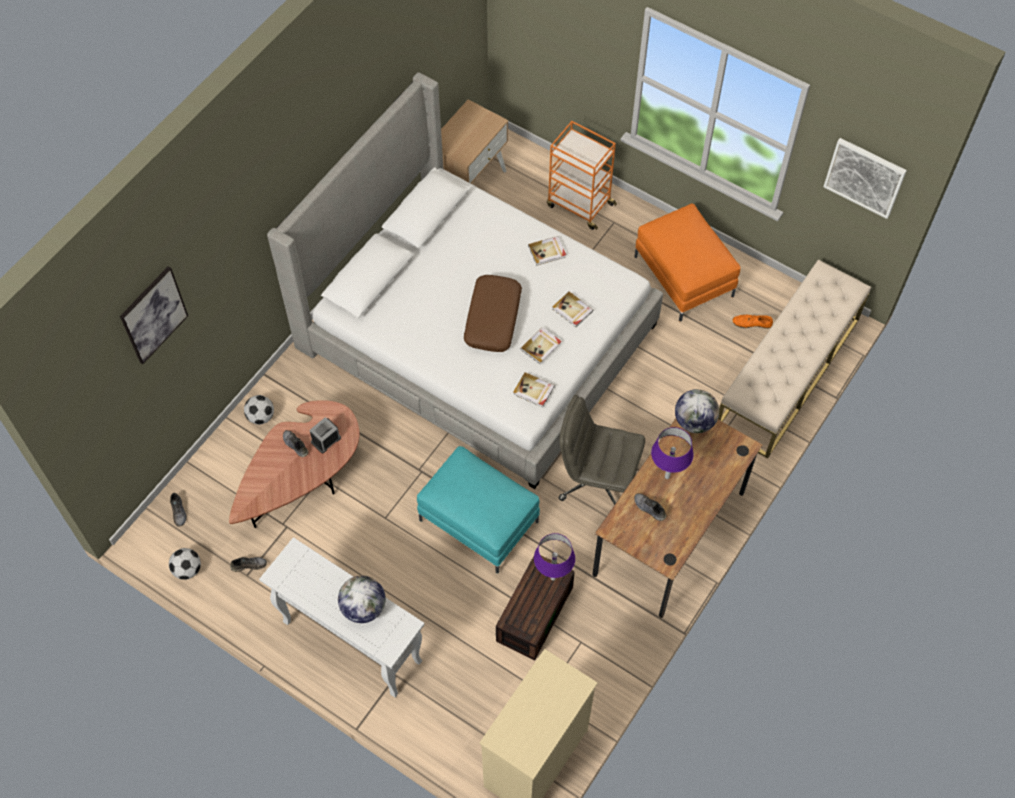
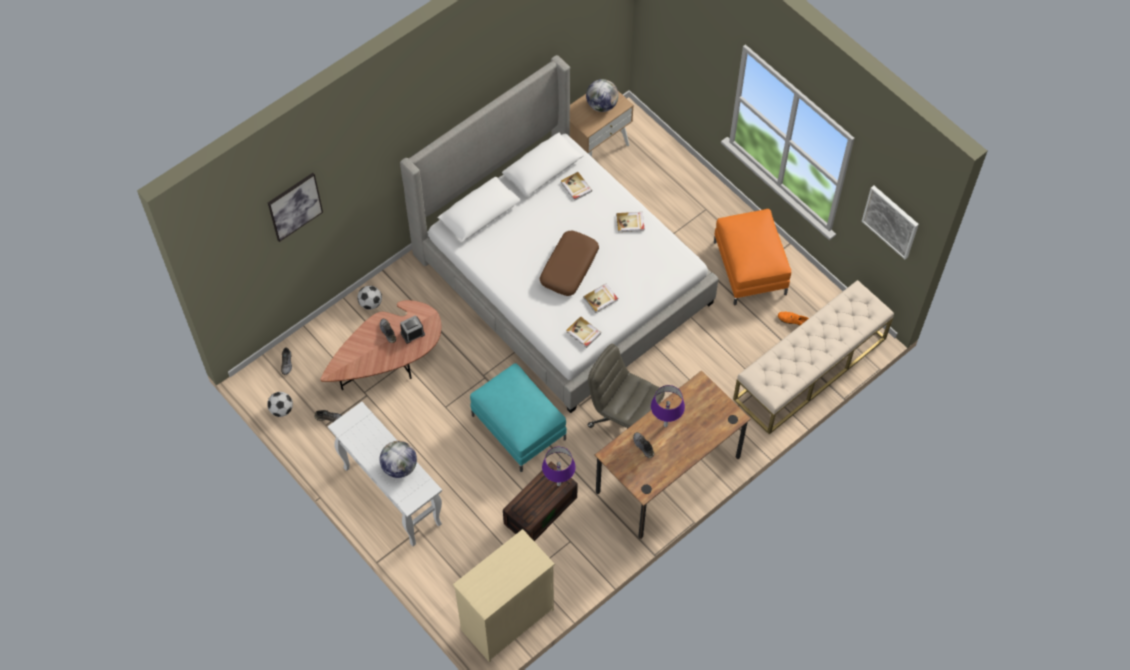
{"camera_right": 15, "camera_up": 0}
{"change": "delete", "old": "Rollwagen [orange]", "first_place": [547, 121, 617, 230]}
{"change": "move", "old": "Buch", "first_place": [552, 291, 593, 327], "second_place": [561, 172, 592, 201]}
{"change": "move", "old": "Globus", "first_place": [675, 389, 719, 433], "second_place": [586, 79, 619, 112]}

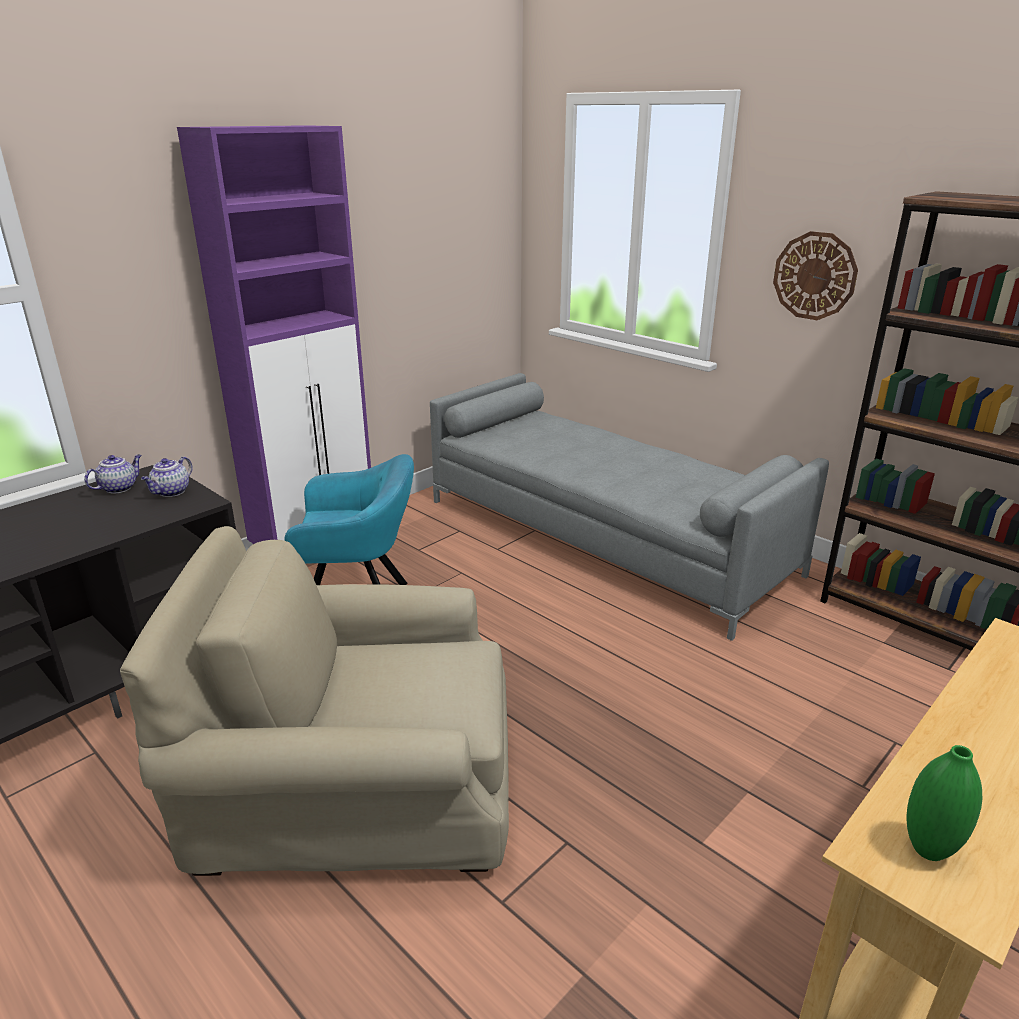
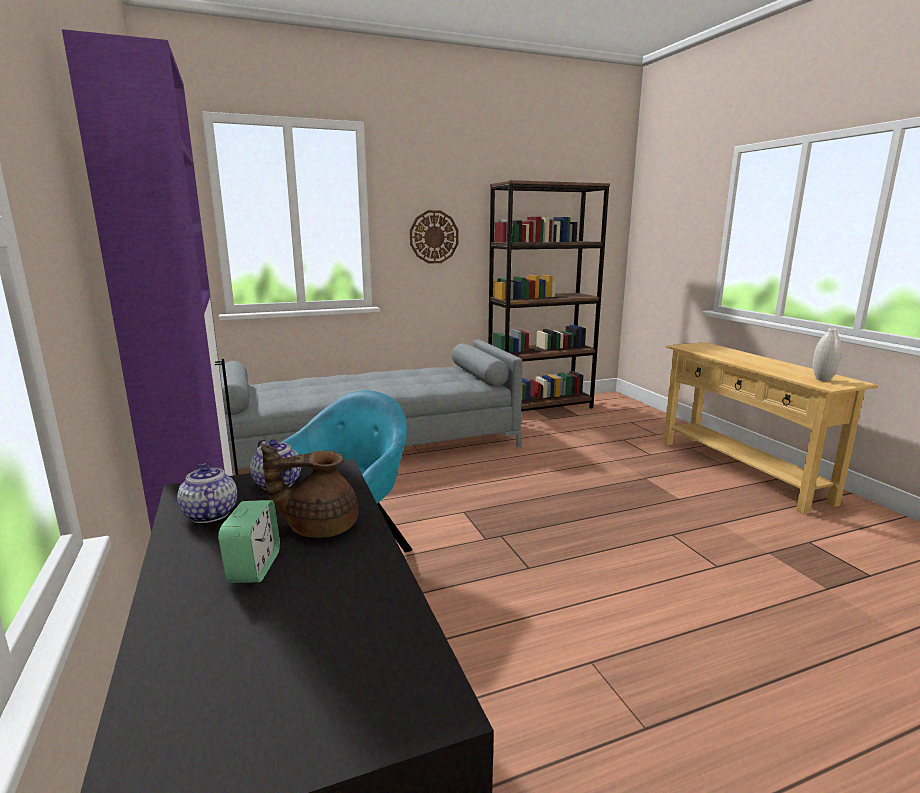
{"camera_right": -65, "camera_up": -10}
{"change": "delete", "old": "Sessel [beige]", "first_place": [120, 526, 509, 876]}
{"change": "recolor", "old": "Vase [grün]", "new": "Vase [weiß]", "first_place": [906, 745, 982, 861], "second_place": [813, 328, 842, 381]}
{"change": "insert", "new": "Wecker", "second_place": [218, 500, 280, 583]}
{"change": "insert", "new": "Teekanne [braun]", "second_place": [262, 444, 358, 538]}

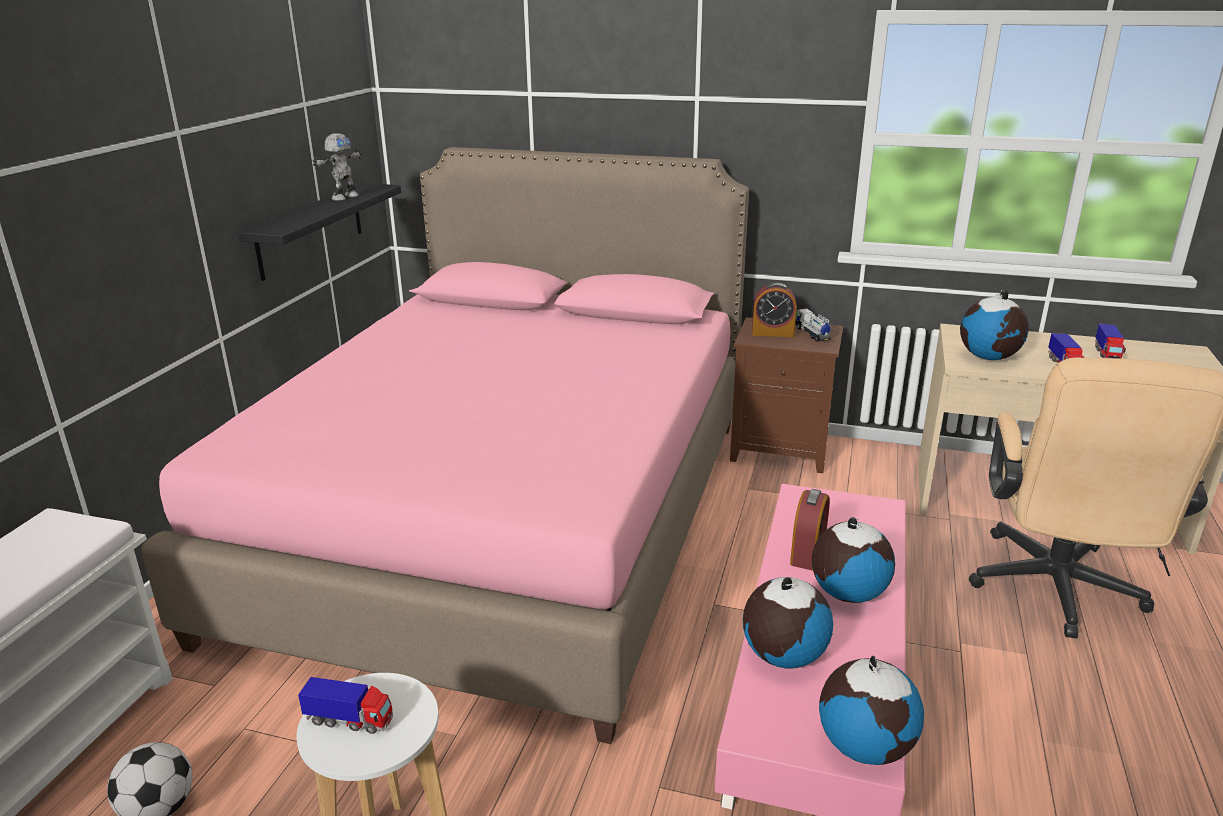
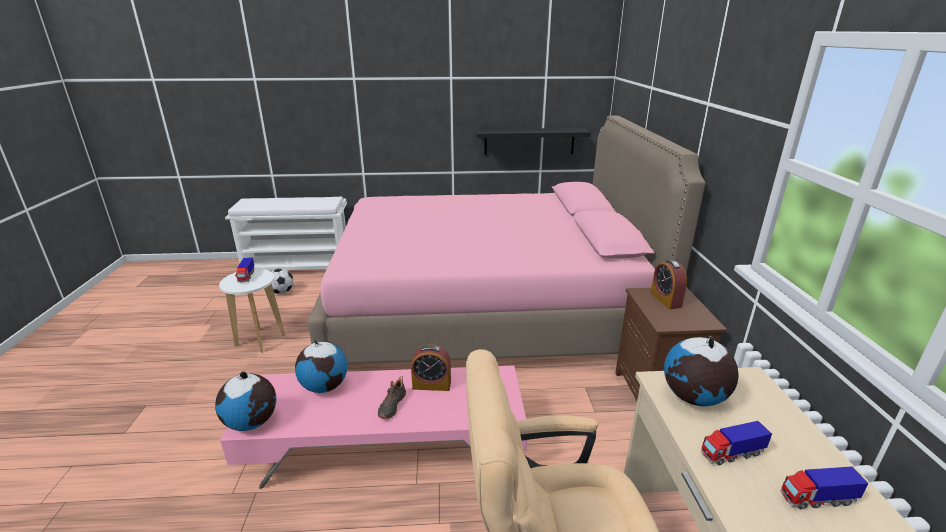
{"camera_right": 70, "camera_up": 0}
{"change": "delete", "old": "Spielzeugroboter", "first_place": [313, 133, 362, 201]}
{"change": "delete", "old": "Spielzeuglaster", "first_place": [795, 309, 832, 342]}
{"change": "replace", "old": "Globus", "new": "Schuh [schwarz]", "first_place": [812, 517, 895, 603], "second_place": [378, 376, 406, 419]}

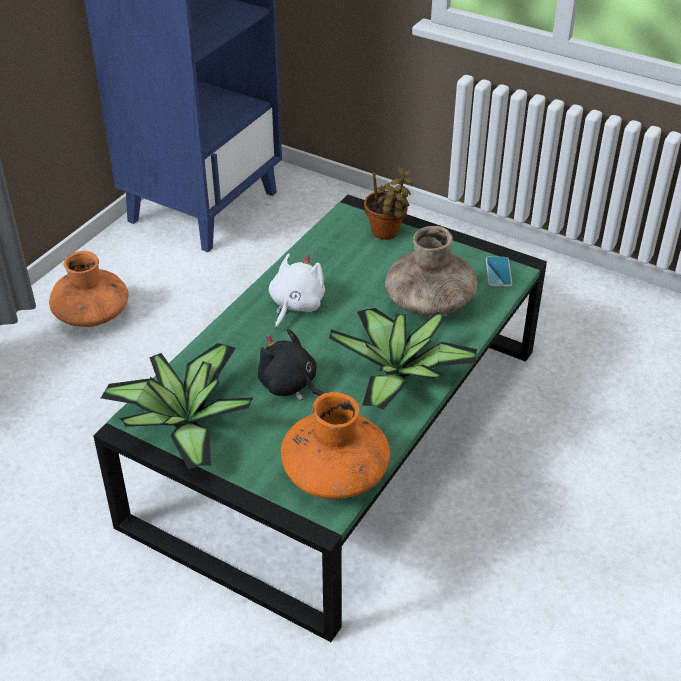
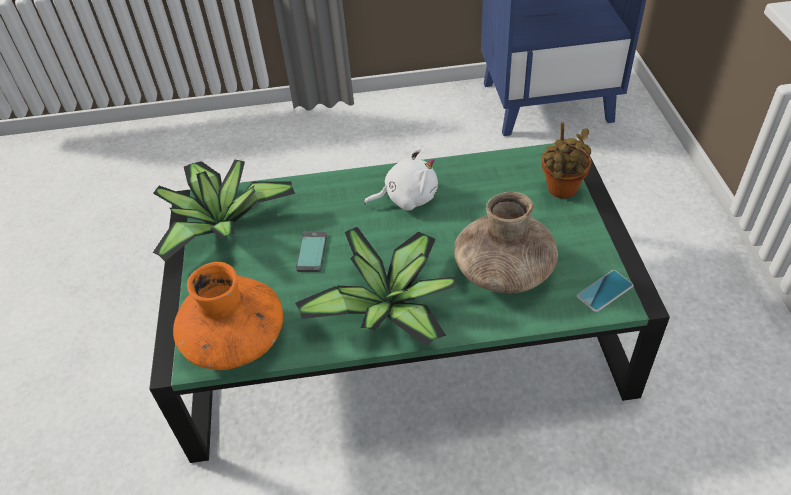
{"camera_right": 55, "camera_up": 5}
{"change": "delete", "old": "Vase [orange]", "first_place": [49, 251, 129, 327]}
{"change": "replace", "old": "Plüschtier [schwarz]", "new": "Handy", "first_place": [258, 329, 325, 401], "second_place": [296, 232, 327, 272]}

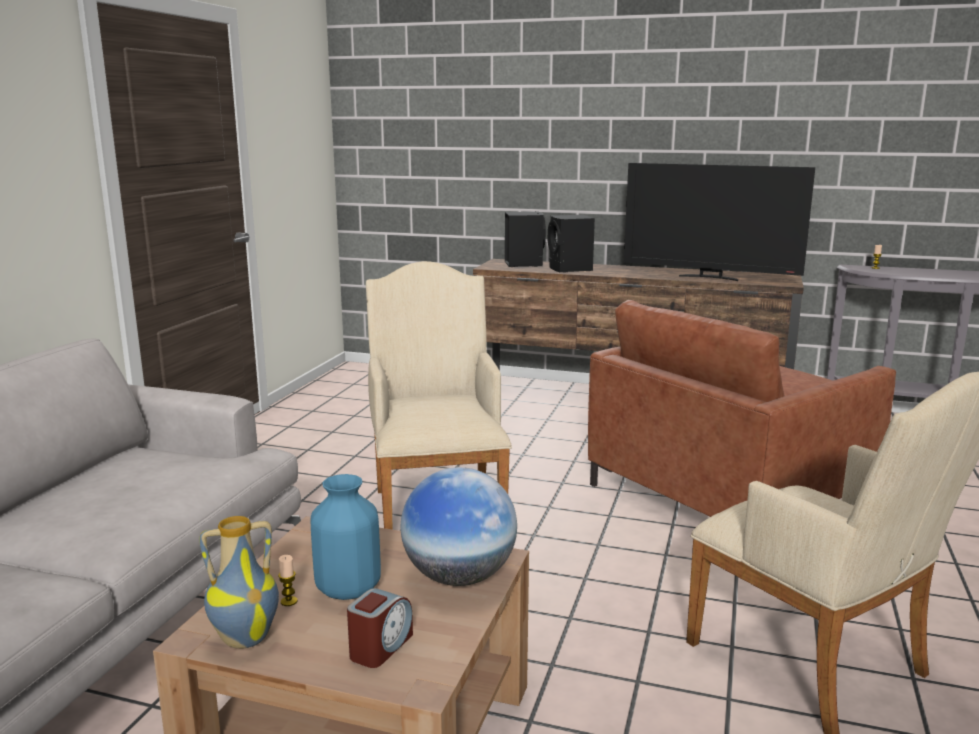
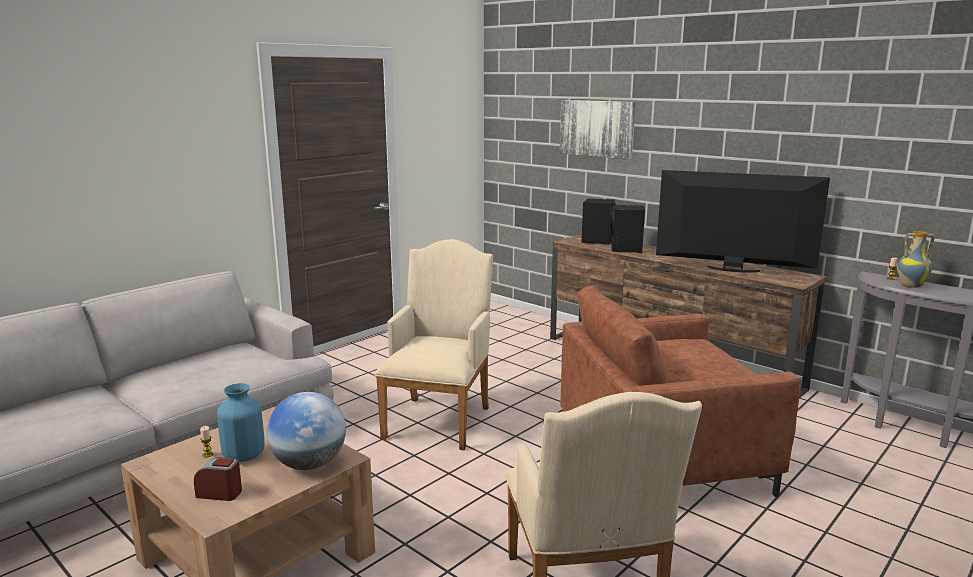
{"camera_right": 25, "camera_up": 0}
{"change": "move", "old": "Vase", "first_place": [199, 516, 279, 649], "second_place": [897, 231, 935, 288]}
{"change": "rotate", "old": "Wecker", "first_place": [347, 588, 413, 668], "second_place": [194, 457, 242, 501], "degrees": -135}
{"change": "rotate", "old": "Fernseher", "first_place": [624, 163, 815, 281], "second_place": [656, 170, 830, 273], "degrees": 150}
{"change": "insert", "new": "Bild", "second_place": [560, 100, 636, 160]}

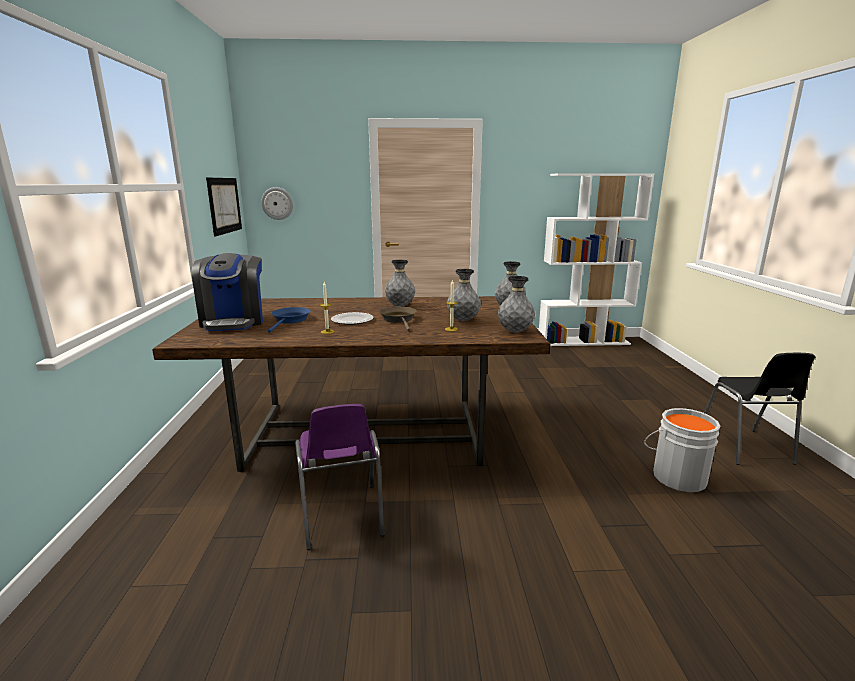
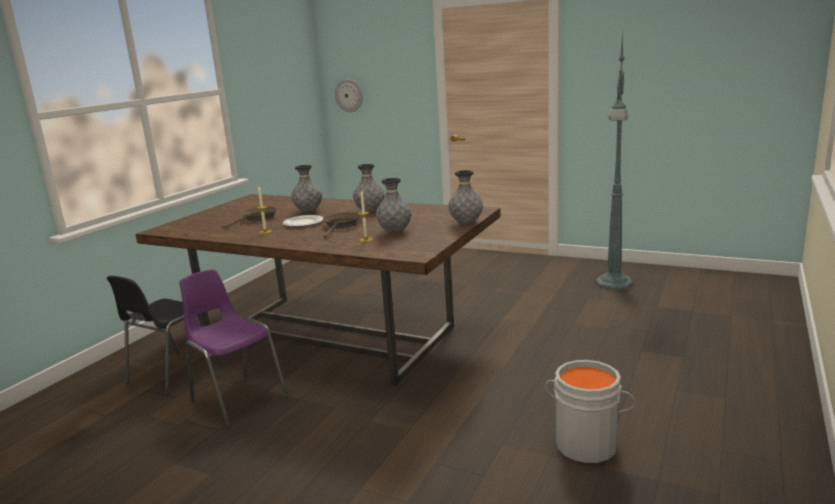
{"camera_right": 30, "camera_up": 0}
{"change": "delete", "old": "Kaffeemaschine", "first_place": [192, 253, 263, 331]}
{"change": "delete", "old": "Bild", "first_place": [206, 178, 242, 237]}
{"change": "recolor", "old": "Pfanne [blau]", "new": "Pfanne [braun]", "first_place": [268, 307, 311, 333], "second_place": [222, 206, 277, 229]}
{"change": "rotate", "old": "Stuhl [lila]", "first_place": [295, 404, 385, 550], "second_place": [179, 269, 288, 428], "degrees": 120}
{"change": "move", "old": "Vase [grau]", "first_place": [498, 276, 535, 333], "second_place": [291, 165, 322, 212]}
{"change": "delete", "old": "Bücherregal [weiß]", "first_place": [539, 173, 654, 346]}
{"change": "move", "old": "Stuhl [schwarz]", "first_place": [704, 353, 815, 465], "second_place": [107, 276, 221, 395]}
{"change": "insert", "new": "Stehlampe [grün]", "second_place": [596, 31, 633, 290]}

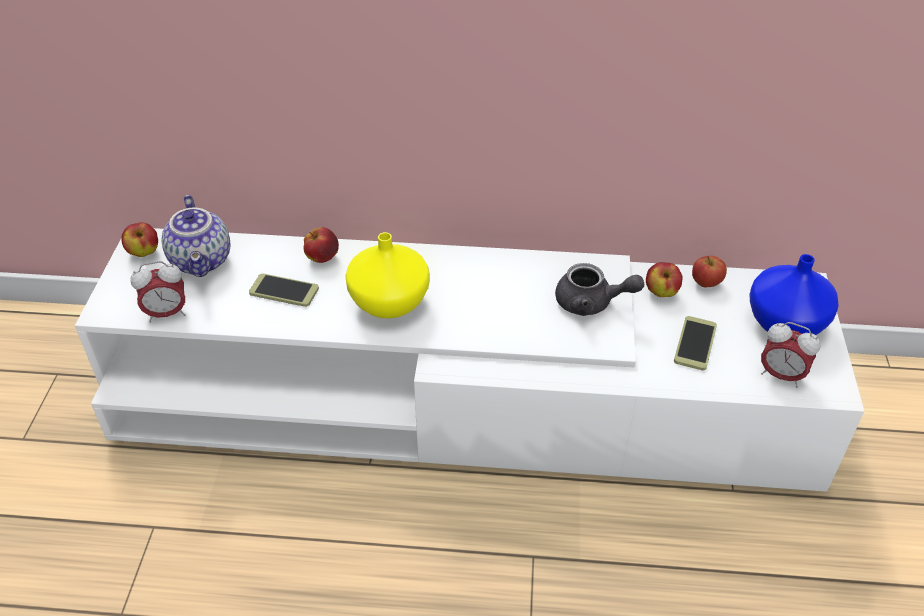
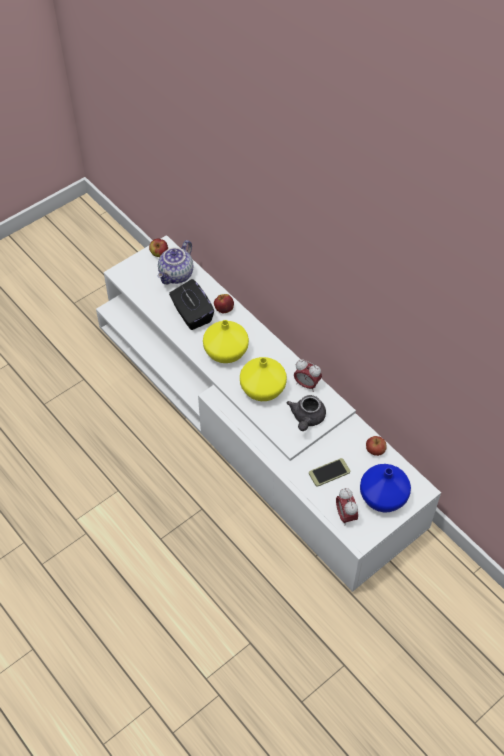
{"camera_right": 45, "camera_up": 10}
{"change": "move", "old": "Wecker", "first_place": [130, 261, 185, 322], "second_place": [294, 359, 322, 392]}
{"change": "replace", "old": "Handy", "new": "Taschentuchbox [schwarz]", "first_place": [249, 273, 319, 307], "second_place": [169, 279, 214, 330]}
{"change": "rotate", "old": "Teekanne [grau]", "first_place": [555, 263, 644, 316], "second_place": [287, 395, 326, 431], "degrees": 45}
{"change": "delete", "old": "Apfel", "first_place": [646, 262, 683, 297]}
{"change": "insert", "new": "Vase [gelb]", "second_place": [240, 357, 287, 401]}

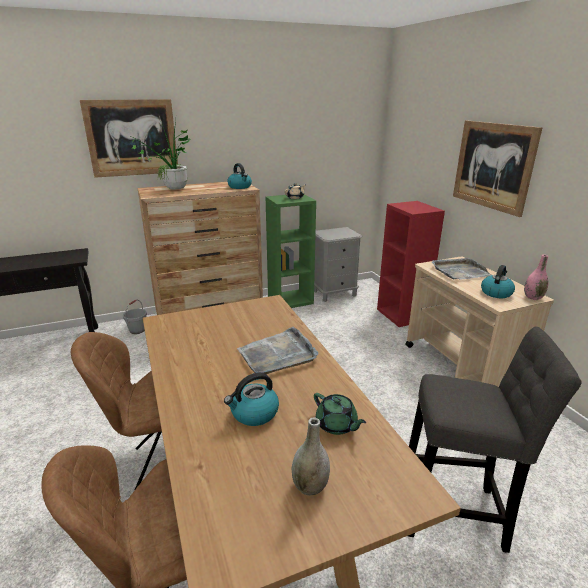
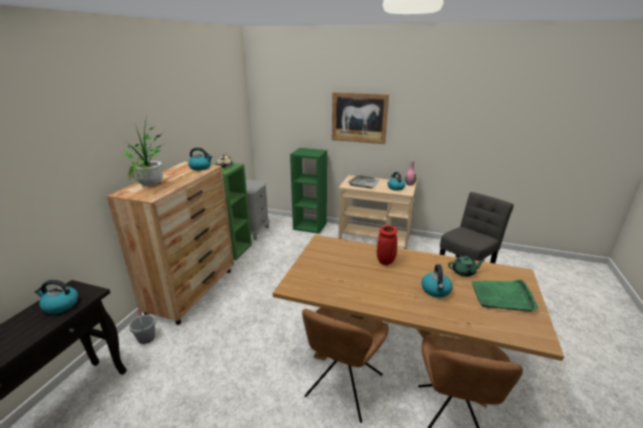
{"camera_right": -50, "camera_up": 0}
{"change": "delete", "old": "Bild", "first_place": [80, 99, 178, 178]}
{"change": "replace", "old": "Tablett [grau]", "new": "Vase [rot]", "first_place": [237, 327, 318, 374], "second_place": [377, 226, 397, 265]}
{"change": "replace", "old": "Vase [grau]", "new": "Tablett [grün]", "first_place": [292, 417, 330, 496], "second_place": [471, 280, 538, 312]}
{"change": "recolor", "old": "Bücherregal [rot]", "new": "Bücherregal [grün]", "first_place": [377, 201, 445, 327], "second_place": [290, 148, 327, 234]}
{"change": "insert", "new": "Wasserkessel", "second_place": [34, 280, 78, 314]}

